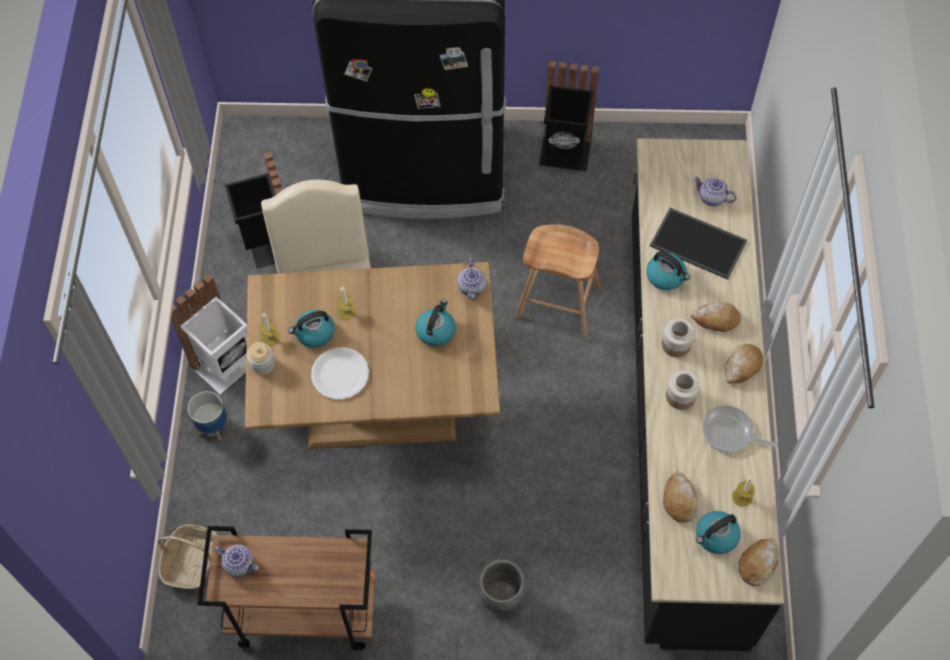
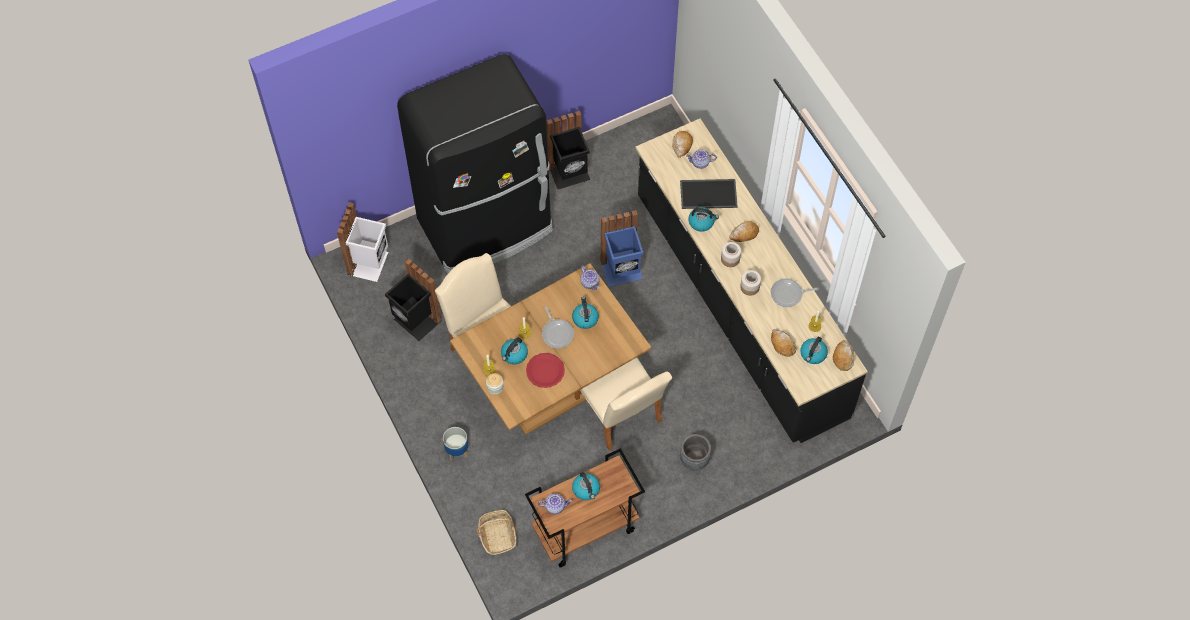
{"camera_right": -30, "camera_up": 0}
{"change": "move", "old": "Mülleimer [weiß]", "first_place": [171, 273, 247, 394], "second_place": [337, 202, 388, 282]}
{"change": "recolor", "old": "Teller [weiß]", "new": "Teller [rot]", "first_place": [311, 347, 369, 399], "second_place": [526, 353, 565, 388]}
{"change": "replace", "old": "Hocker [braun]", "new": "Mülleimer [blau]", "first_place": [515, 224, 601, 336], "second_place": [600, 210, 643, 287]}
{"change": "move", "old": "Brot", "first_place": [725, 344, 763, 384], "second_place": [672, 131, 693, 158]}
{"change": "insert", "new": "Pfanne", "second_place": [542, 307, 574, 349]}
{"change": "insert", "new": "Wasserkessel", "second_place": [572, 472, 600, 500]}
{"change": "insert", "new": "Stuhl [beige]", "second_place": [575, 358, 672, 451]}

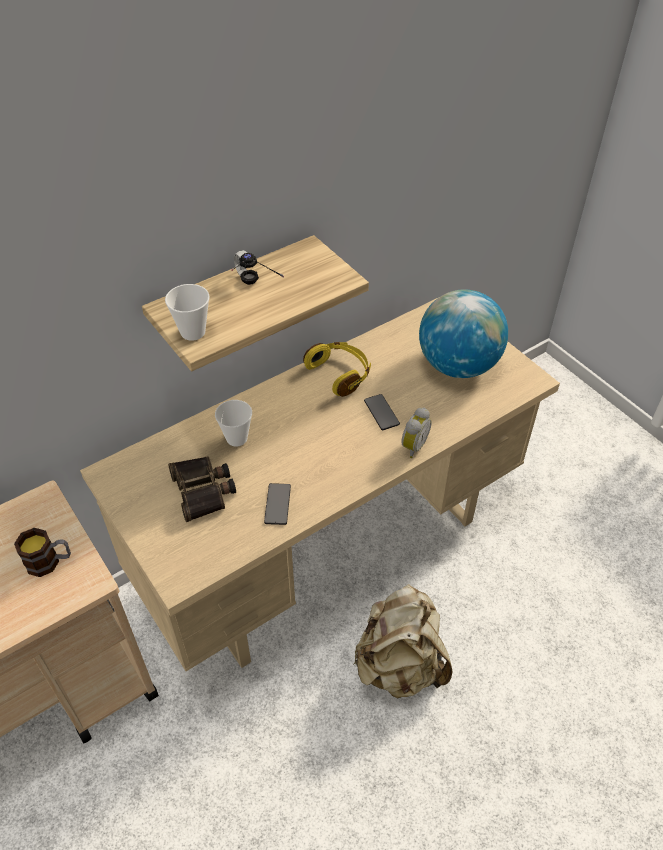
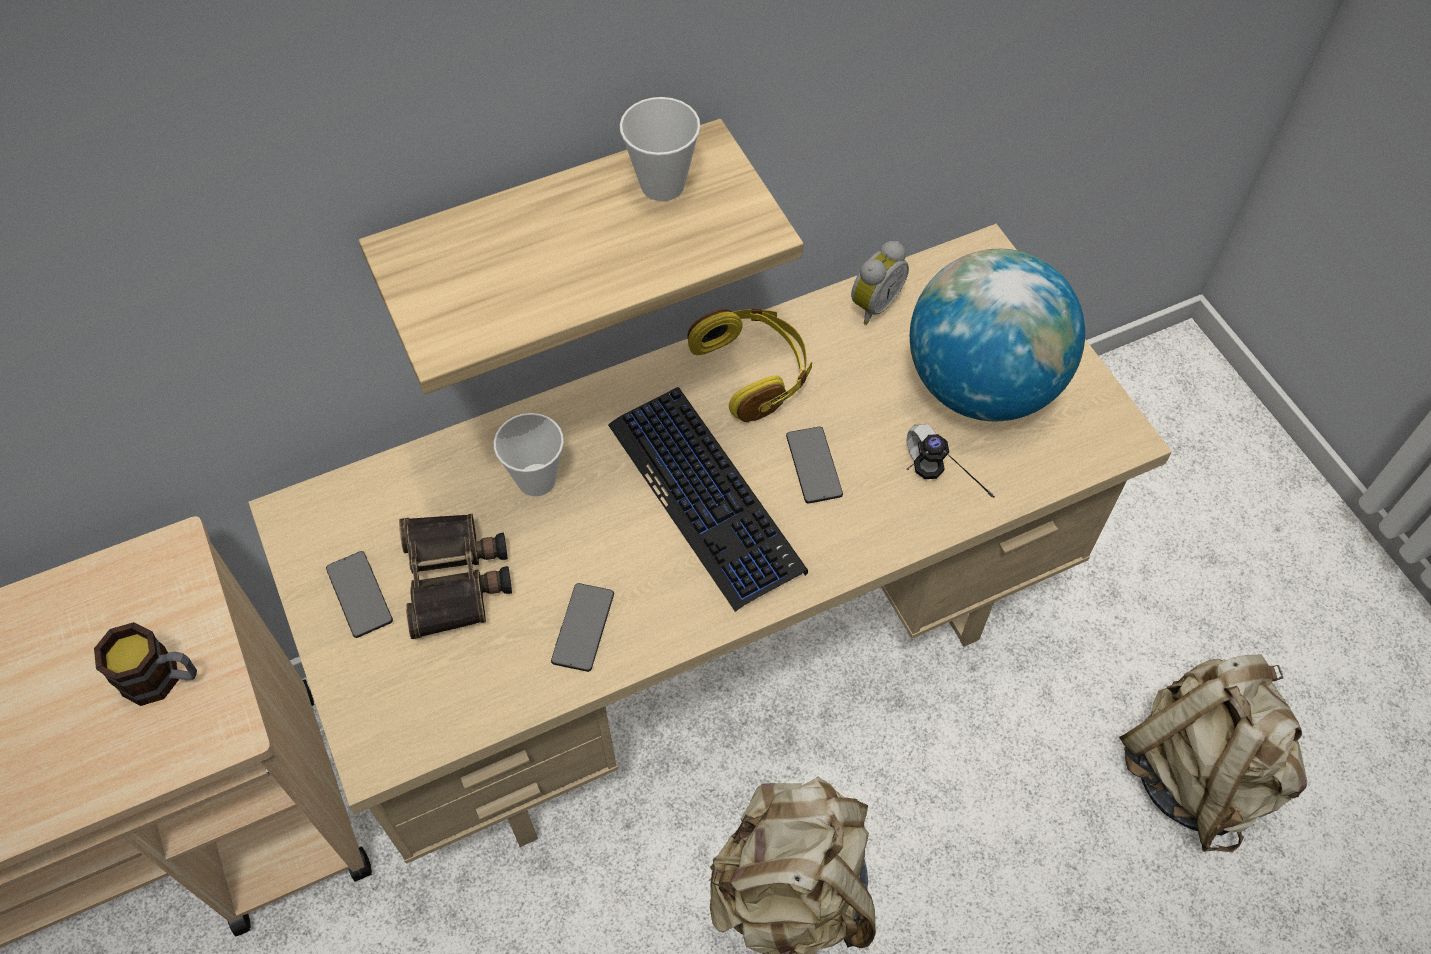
{"camera_right": 10, "camera_up": 10}
{"change": "move", "old": "Tasse", "first_place": [165, 284, 210, 341], "second_place": [620, 97, 701, 201]}
{"change": "move", "old": "Kopfhörer", "first_place": [231, 250, 284, 285], "second_place": [906, 424, 995, 498]}
{"change": "move", "old": "Wecker", "first_place": [401, 407, 432, 458], "second_place": [851, 241, 909, 325]}
{"change": "insert", "new": "Handy", "second_place": [326, 551, 393, 638]}
{"change": "insert", "new": "Tastatur", "second_place": [608, 387, 808, 612]}
{"change": "insert", "new": "Rucksack [beige]", "second_place": [1119, 654, 1307, 852]}

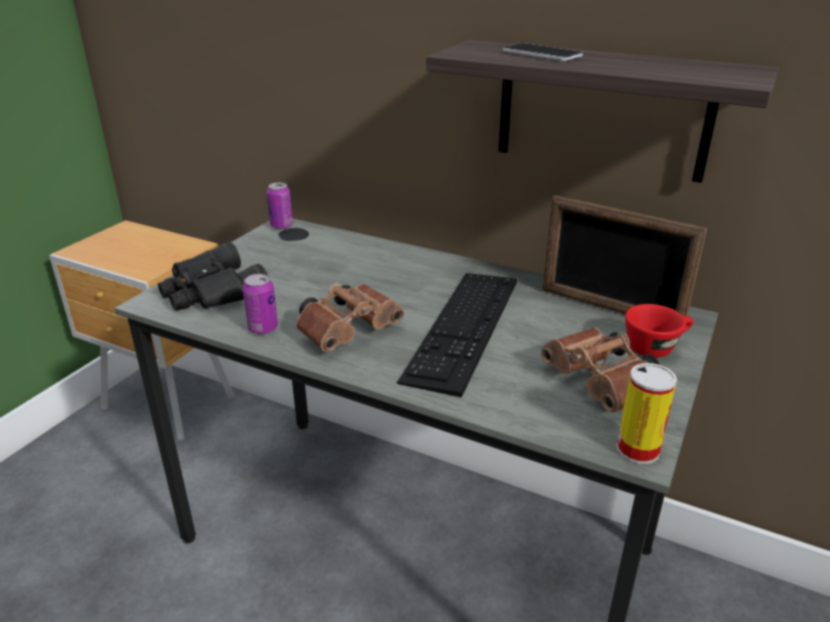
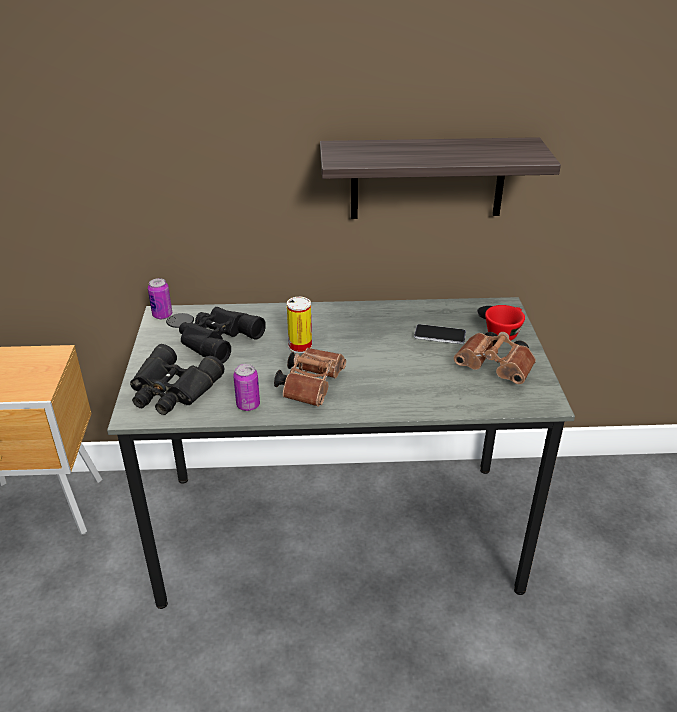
{"camera_right": -30, "camera_up": 5}
{"change": "delete", "old": "Tastatur", "first_place": [397, 273, 517, 398]}
{"change": "move", "old": "Handy", "first_place": [503, 43, 583, 61], "second_place": [414, 324, 466, 344]}
{"change": "delete", "old": "Bilderrahmen", "first_place": [543, 195, 707, 316]}
{"change": "move", "old": "Dose", "first_place": [617, 363, 677, 464], "second_place": [287, 297, 312, 353]}
{"change": "insert", "new": "Fernglas [schwarz]", "second_place": [179, 307, 266, 363]}

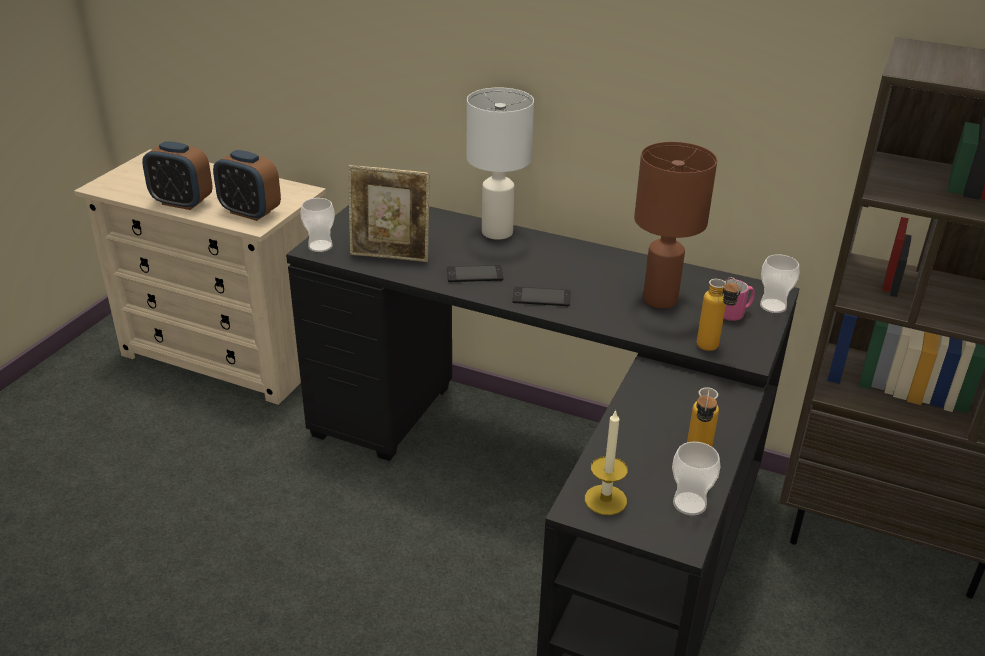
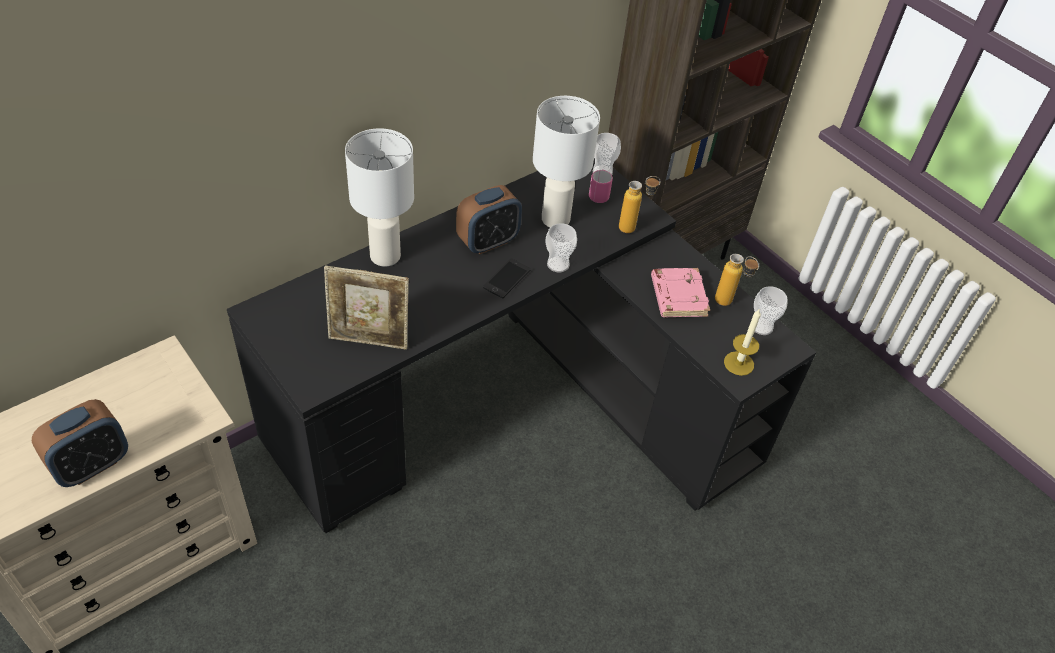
{"camera_right": -65, "camera_up": 15}
{"change": "move", "old": "Wecker", "first_place": [213, 150, 281, 221], "second_place": [456, 185, 522, 254]}
{"change": "move", "old": "Tasse", "first_place": [300, 198, 335, 252], "second_place": [545, 223, 577, 272]}
{"change": "rotate", "old": "Bilderrahmen", "first_place": [348, 165, 430, 262], "second_place": [324, 265, 409, 350], "degrees": 60}
{"change": "delete", "old": "Handy", "first_place": [447, 265, 503, 282]}
{"change": "recolor", "old": "Tischlampe [braun]", "new": "Tischlampe [weiß]", "first_place": [634, 142, 717, 309], "second_place": [533, 96, 600, 227]}
{"change": "insert", "new": "Buch [rosa]", "second_place": [651, 268, 710, 317]}

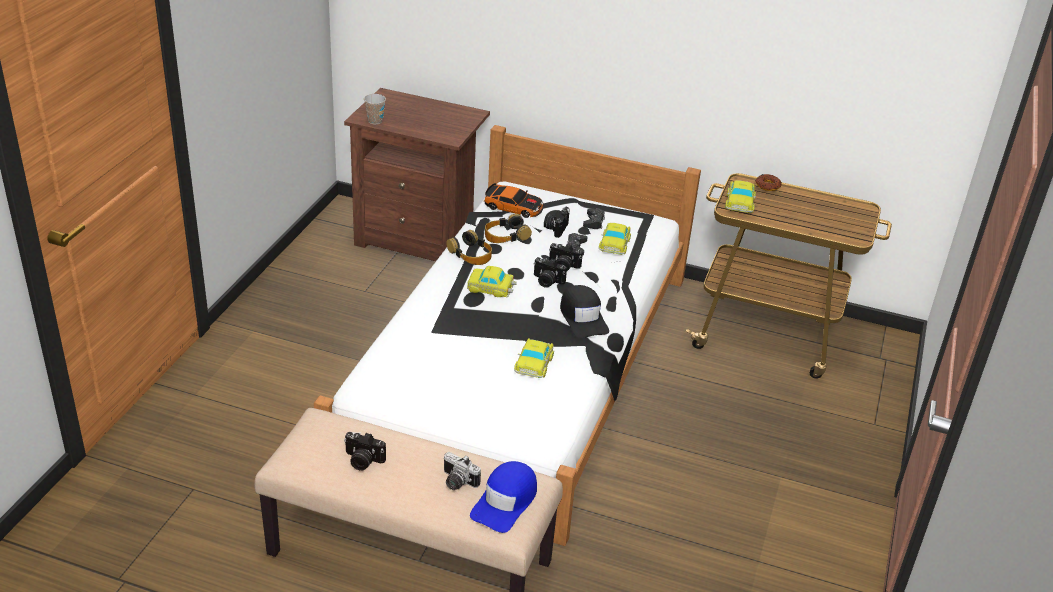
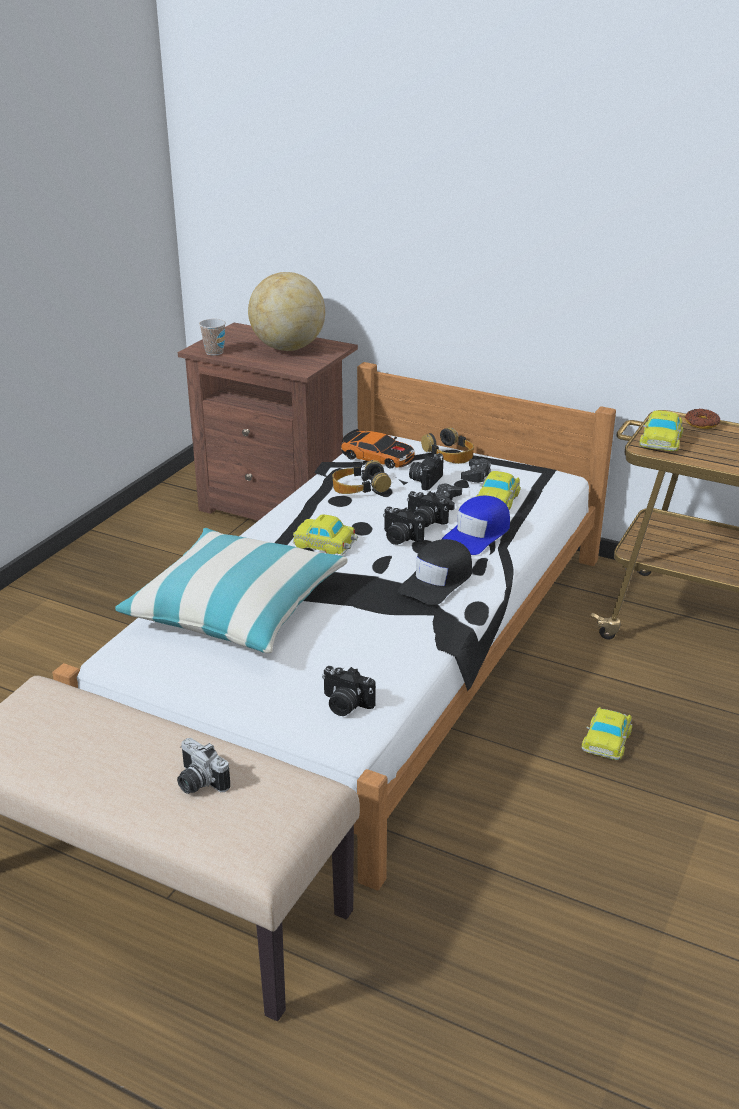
{"camera_right": 10, "camera_up": -5}
{"change": "move", "old": "Kamera", "first_place": [344, 432, 386, 471], "second_place": [322, 666, 376, 716]}
{"change": "move", "old": "Kopfhörer", "first_place": [446, 230, 492, 265], "second_place": [421, 427, 474, 464]}
{"change": "move", "old": "Kappe [blau]", "first_place": [470, 461, 537, 533], "second_place": [442, 496, 510, 555]}
{"change": "move", "old": "Spielzeugauto", "first_place": [514, 338, 554, 378], "second_place": [582, 707, 632, 760]}
{"change": "rotate", "old": "Kappe [schwarz]", "first_place": [560, 285, 609, 338], "second_place": [398, 539, 472, 605], "degrees": 45}
{"change": "insert", "new": "Kissen", "second_place": [115, 528, 348, 653]}
{"change": "insert", "new": "Globus", "second_place": [248, 272, 325, 351]}

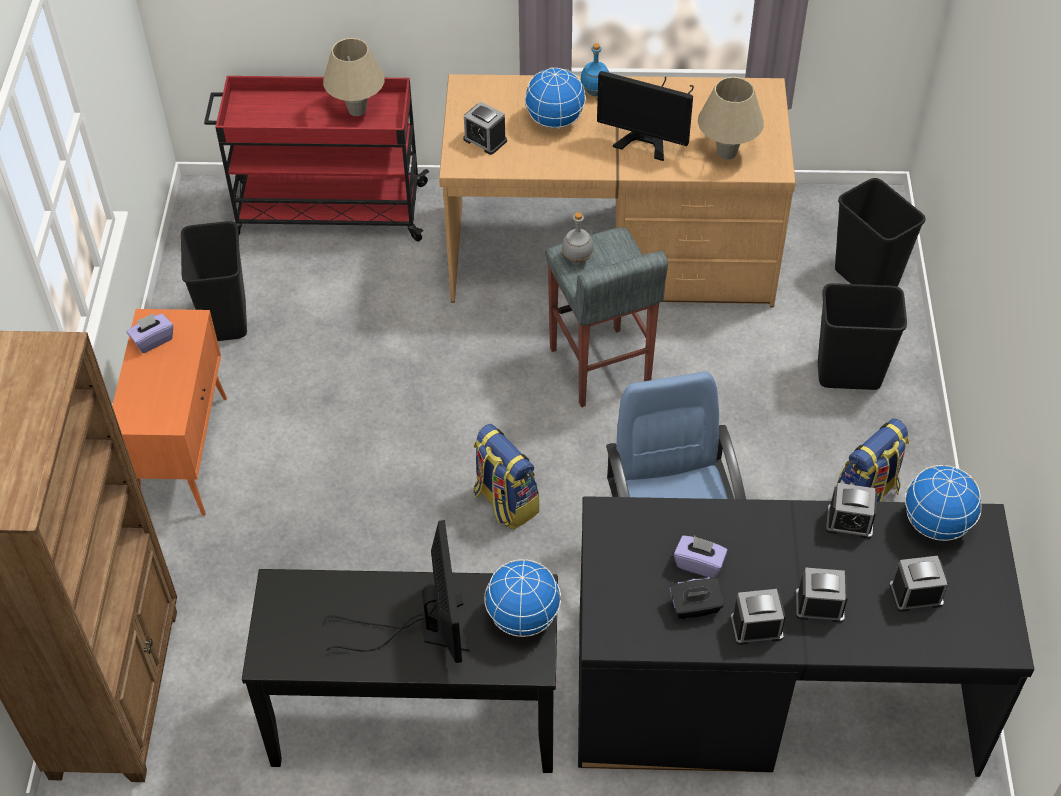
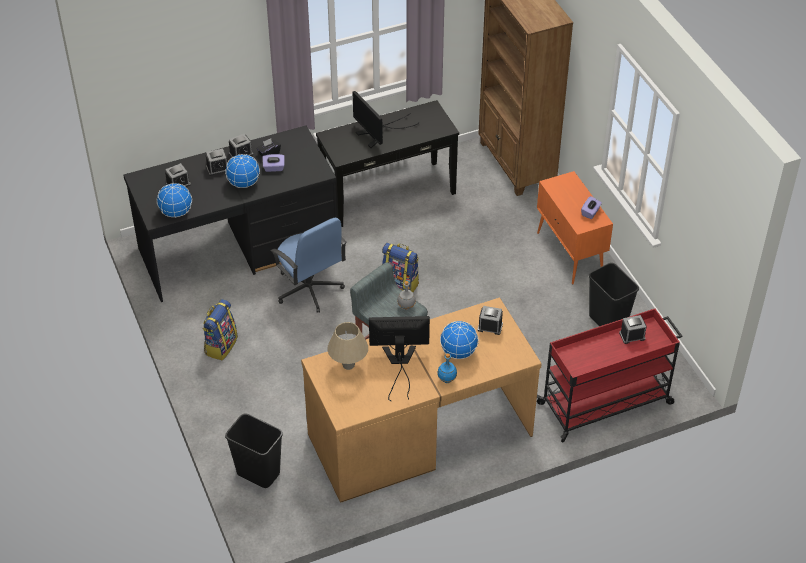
{"camera_right": 155, "camera_up": -5}
{"change": "delete", "old": "Tischlampe [beige]", "first_place": [323, 38, 385, 116]}
{"change": "move", "old": "Globus", "first_place": [484, 559, 561, 637], "second_place": [225, 154, 260, 188]}
{"change": "delete", "old": "Mülleimer [schwarz]", "first_place": [818, 283, 907, 390]}
{"change": "move", "old": "Wecker", "first_place": [826, 483, 878, 539], "second_place": [619, 315, 647, 344]}

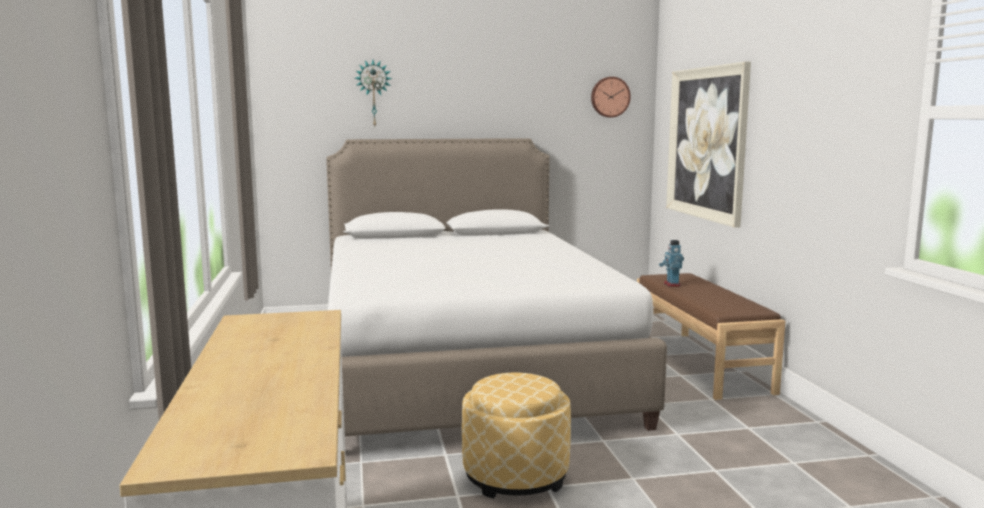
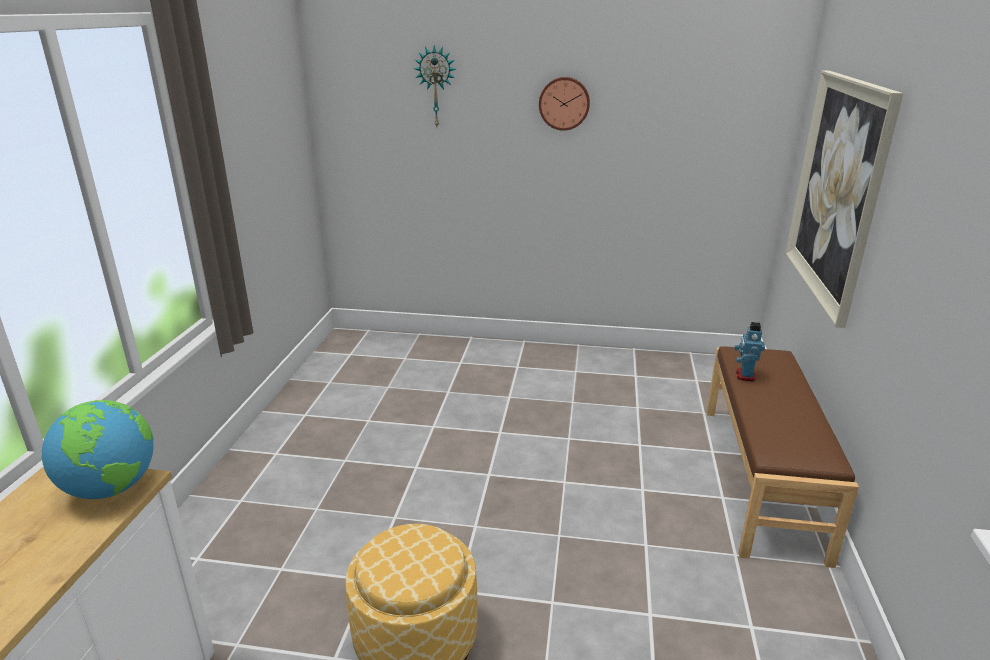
{"camera_right": 20, "camera_up": 15}
{"change": "delete", "old": "Bett [weiß]", "first_place": [326, 138, 667, 436]}
{"change": "move", "old": "Wanduhr", "first_place": [591, 77, 631, 117], "second_place": [539, 77, 590, 131]}
{"change": "insert", "new": "Globus", "second_place": [42, 400, 154, 499]}

